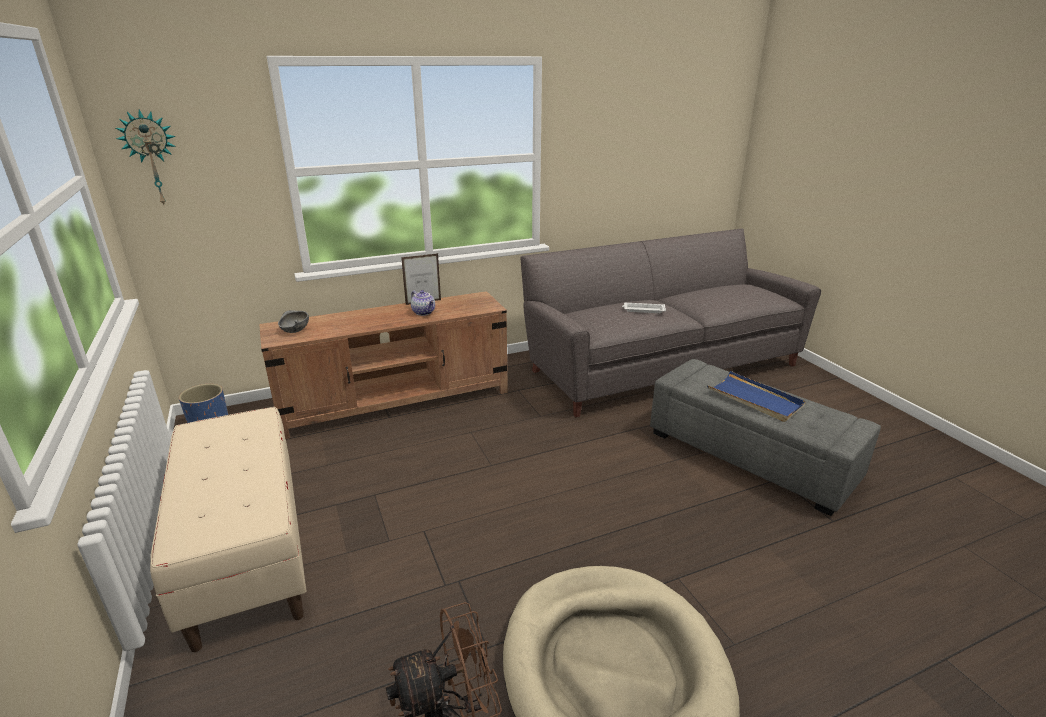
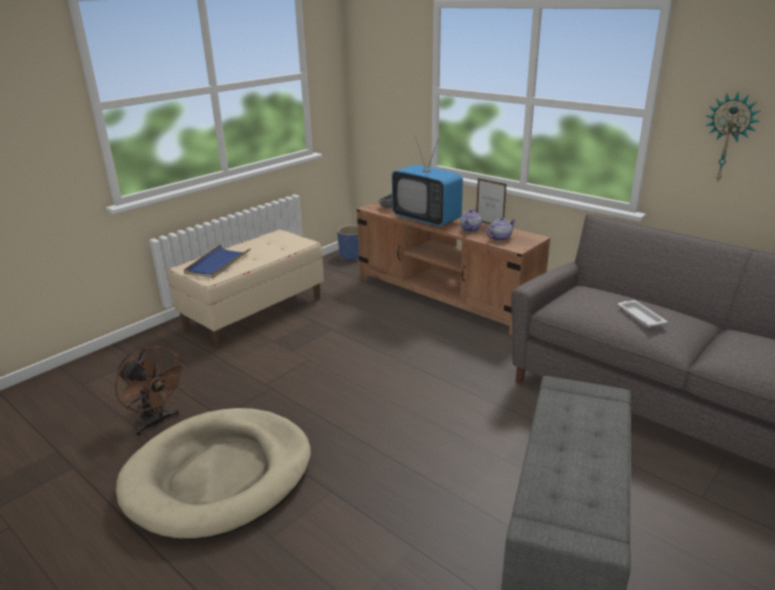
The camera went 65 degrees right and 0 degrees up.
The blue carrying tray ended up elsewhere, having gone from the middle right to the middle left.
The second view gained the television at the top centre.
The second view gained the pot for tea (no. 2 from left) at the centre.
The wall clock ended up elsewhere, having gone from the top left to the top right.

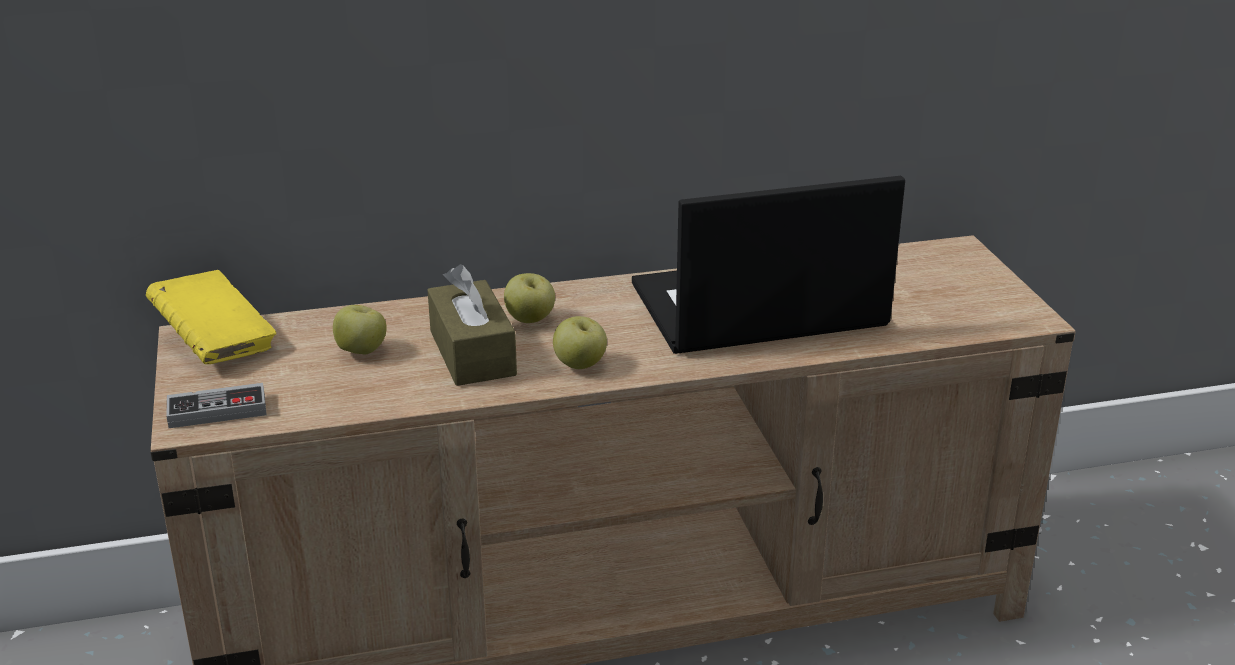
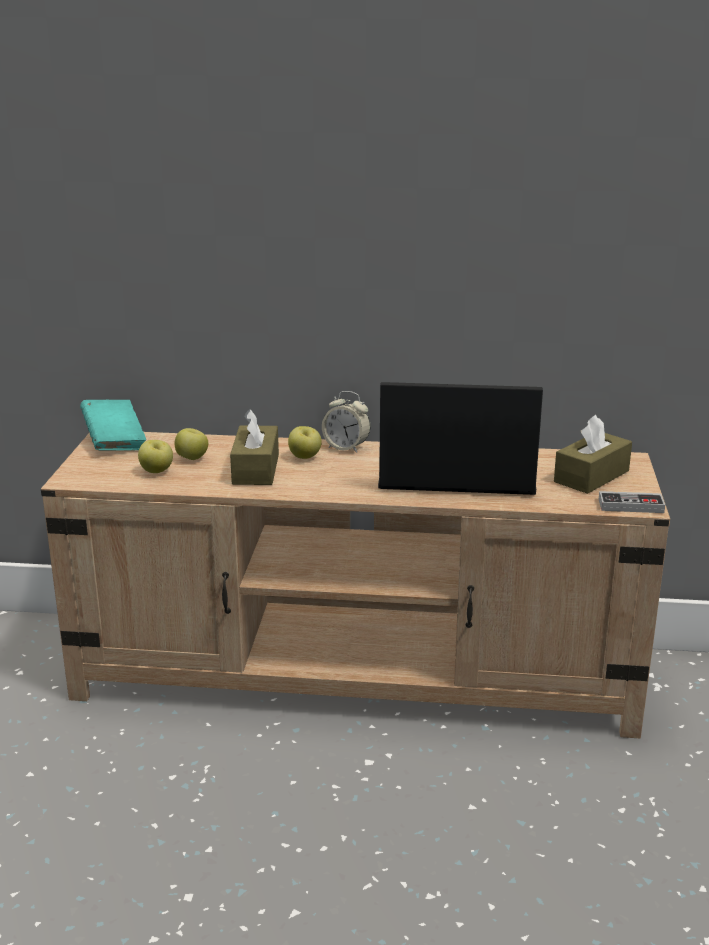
The camera went 20 degrees right and 5 degrees down.
What was the yellow book at the middle left turned into the turquoise-coloured book at the middle left.
The whole apple (no. 3 from left in the first image) ended up elsewhere, having gone from the centre to the middle left.
The second view gained the table clock at the centre.
The second view gained the brown box of tissues (no. 2 from left) at the middle right.
The joypad ended up elsewhere, having gone from the middle left to the middle right.

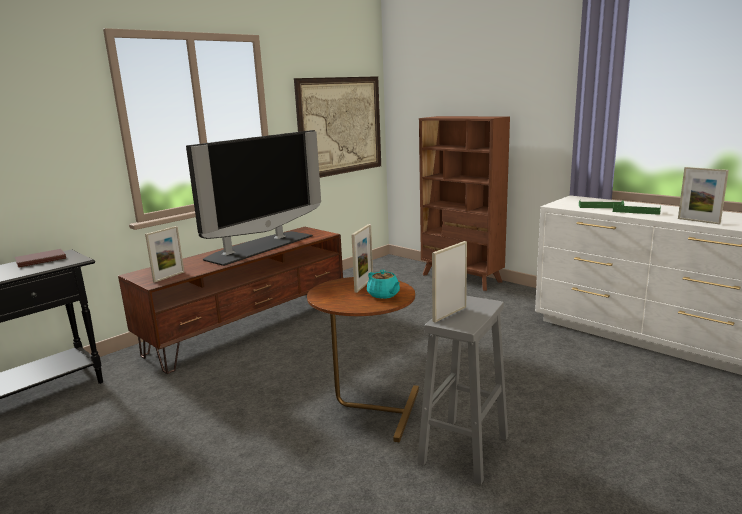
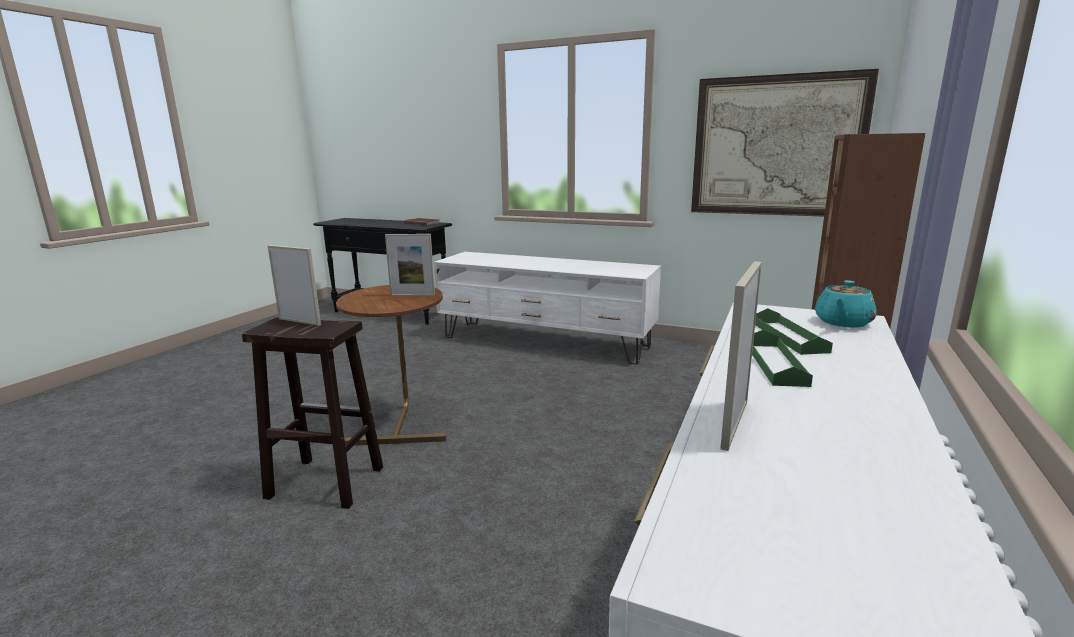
The camera went 70 degrees right and 0 degrees up.
What was the gray stool at the bottom centre turned into the brown stool at the middle left.
What was the brown media console at the middle left turned into the white media console at the centre.
The turquoise-coloured pot for tea ended up elsewhere, having gone from the centre to the middle right.
The second view lost the photo frame (no. 1 from left) at the middle left.
The second view lost the television at the centre.

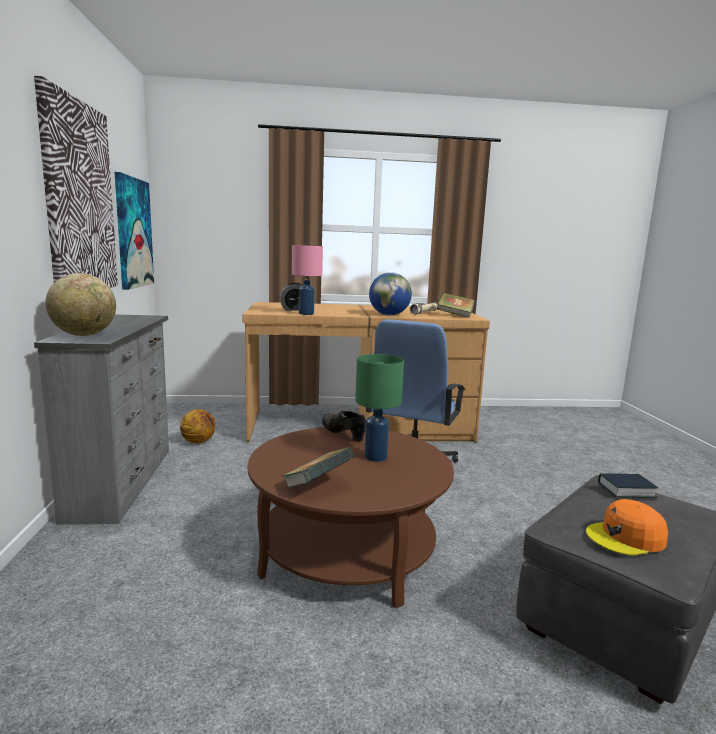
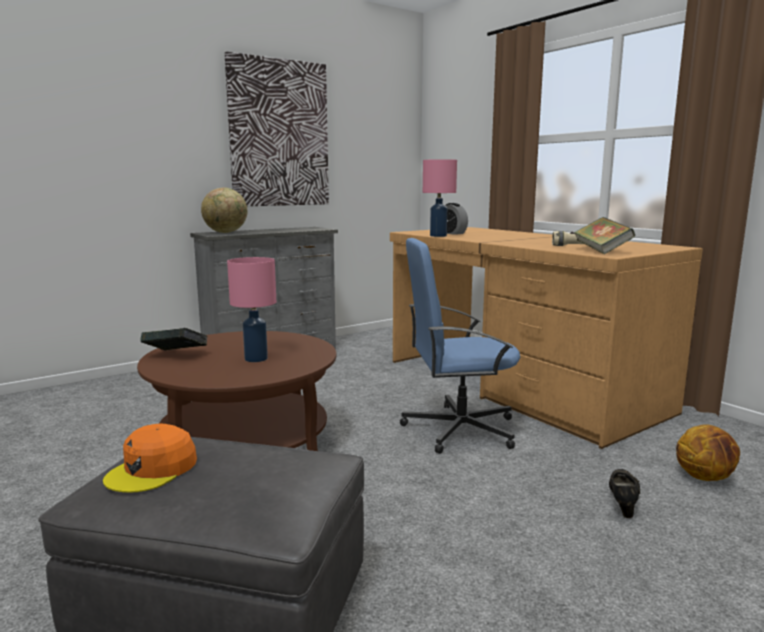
The camera went 60 degrees right and 0 degrees up.
The orange-coloured peaked cap at the bottom right ended up facing another way, 105 degrees counterclockwise from before.
What was the green tabletop lamp at the centre turned into the pink-coloured tabletop lamp (no. 1 from left) at the middle left.
The black shoe ended up elsewhere, having gone from the centre to the bottom right.
The basketball ball ended up elsewhere, having gone from the middle left to the bottom right.
The second view lost the wall art (no. 2 from left) at the top left.
The second view lost the desk globe (no. 2 from left) at the centre.
The second view lost the book (no. 3 from left) at the middle right.

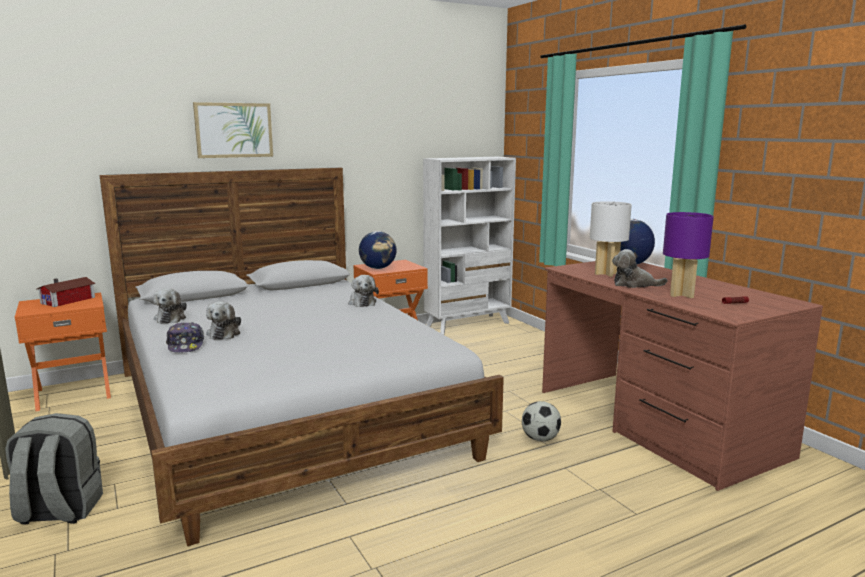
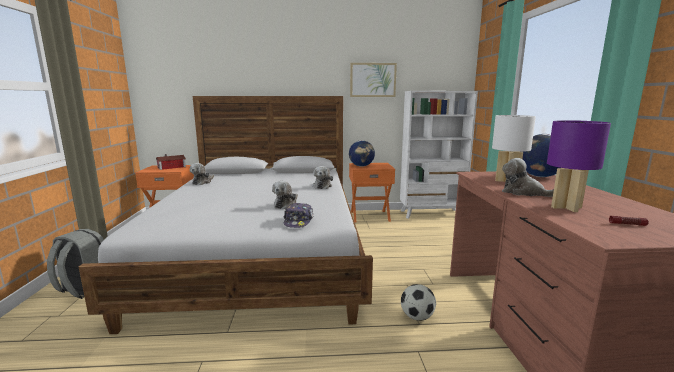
The camera went 25 degrees right and 0 degrees up.
The cuddly toy (no. 2 from left) ended up elsewhere, having gone from the middle left to the centre.
The peaked cap ended up elsewhere, having gone from the middle left to the centre.
The wall art ended up elsewhere, having gone from the top left to the top centre.

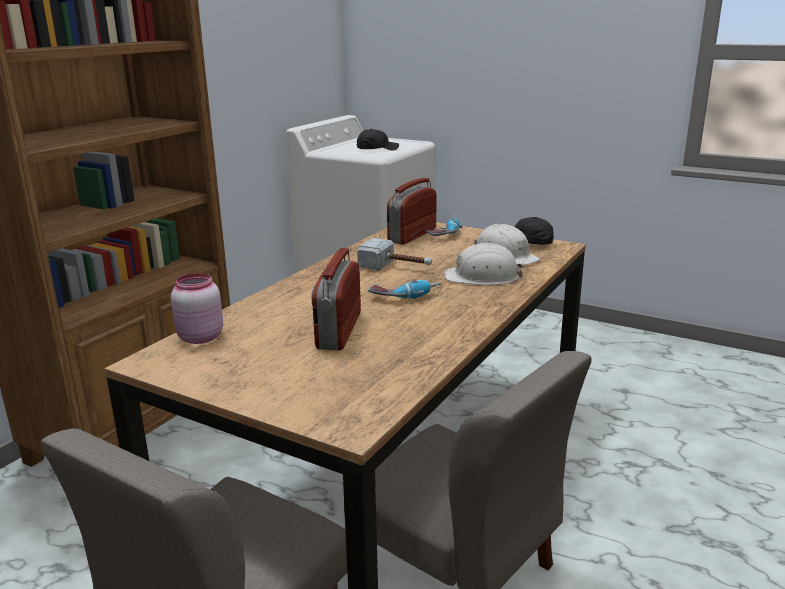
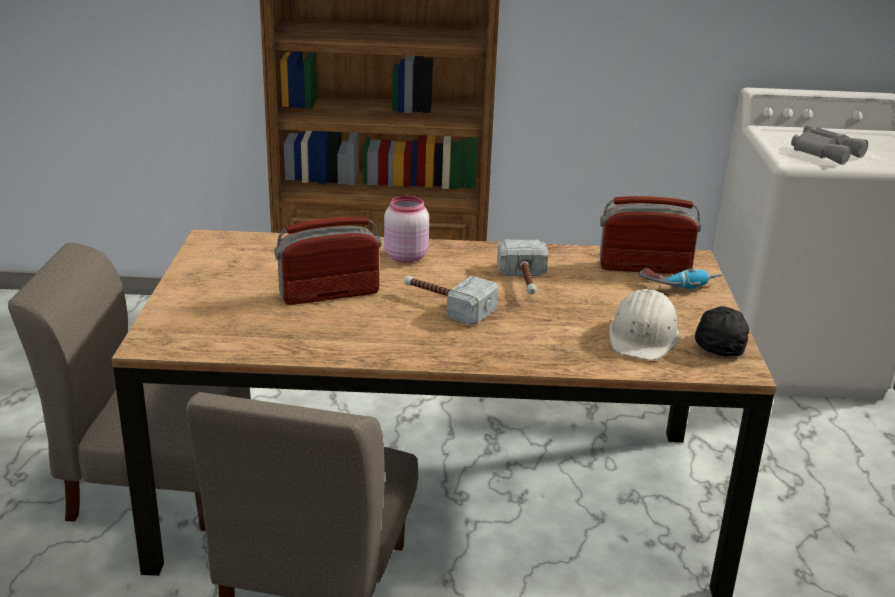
The camera went 60 degrees right and 5 degrees up.
The pink-coloured storage jar ended up elsewhere, having gone from the middle left to the centre.
Where the power drill (no. 1 from left) stood at the centre, the hammer (no. 1 from left) came to stand at the centre.
Where the black peaked cap (no. 1 from left) stood at the top centre, the gray pair of binoculars came to stand at the top right.
The second view lost the white hard hat (no. 1 from left) at the centre.

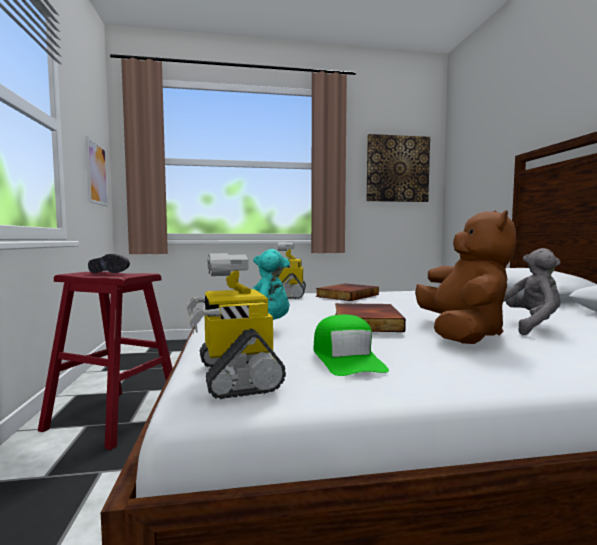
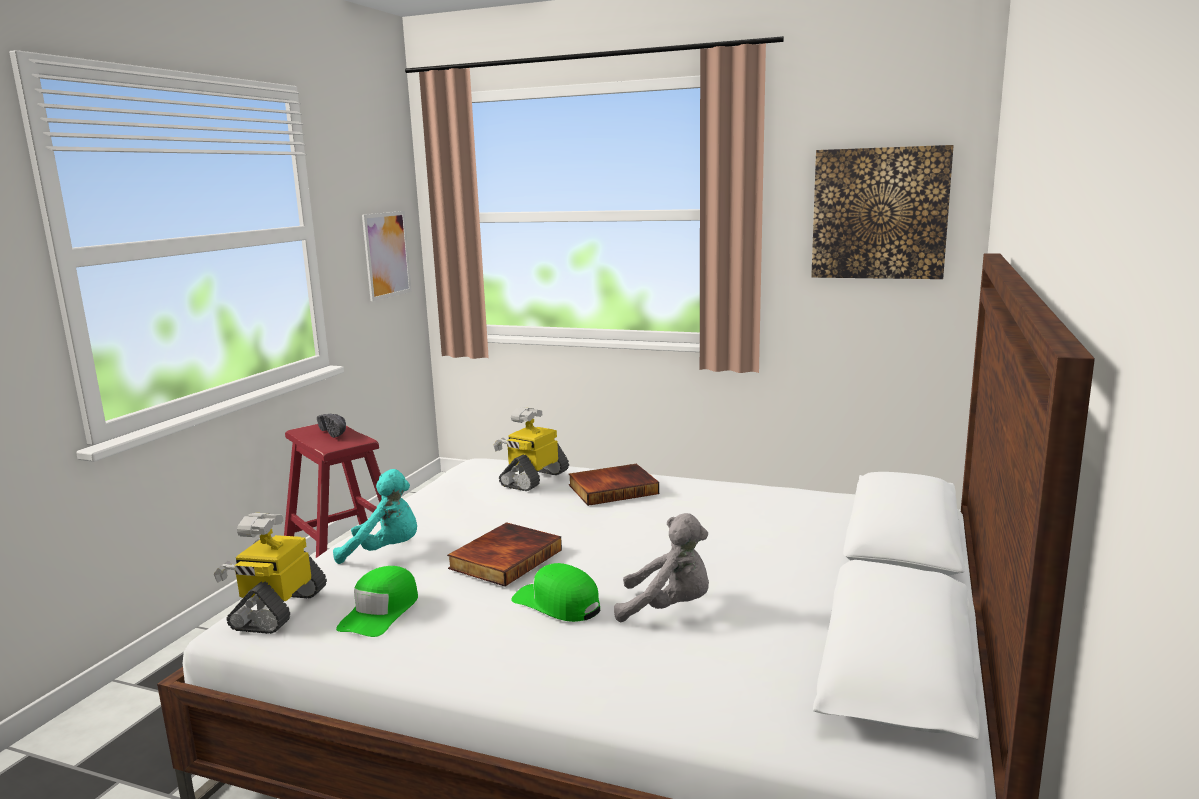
The camera went 30 degrees right and 10 degrees up.
Where the brown cuddly toy stood at the middle right, the green peaked cap (no. 2 from left) came to stand at the bottom centre.

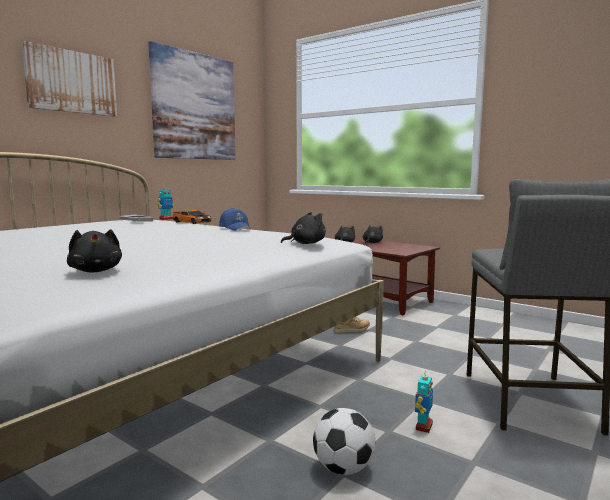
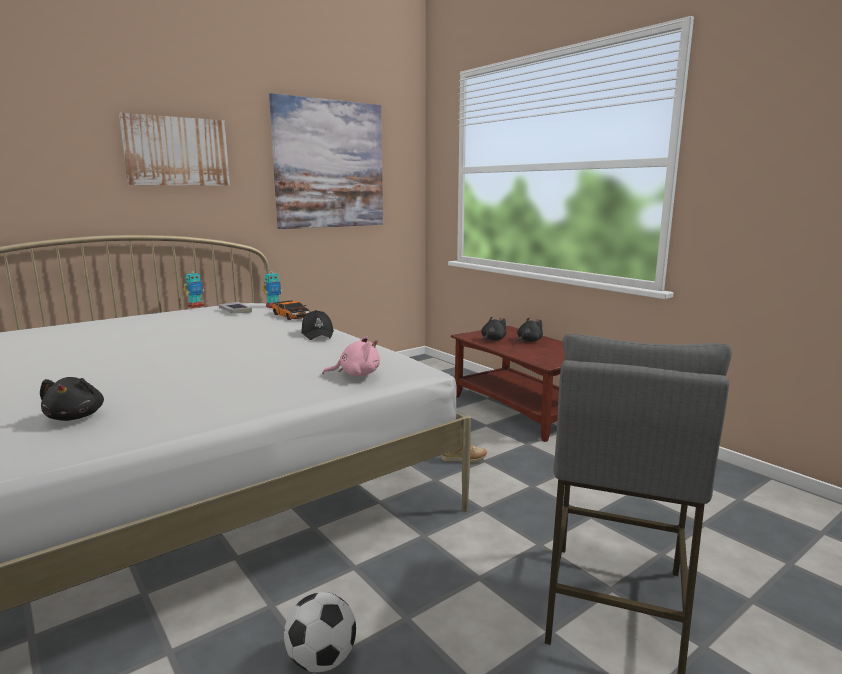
The camera went 15 degrees right and 5 degrees up.
The model robot (no. 2 from left in the first image) ended up elsewhere, having gone from the bottom right to the middle left.
What was the blue peaked cap at the centre turned into the black peaked cap at the centre.
What was the black cuddly toy (no. 2 from left) at the centre turned into the pink-coloured cuddly toy at the centre.

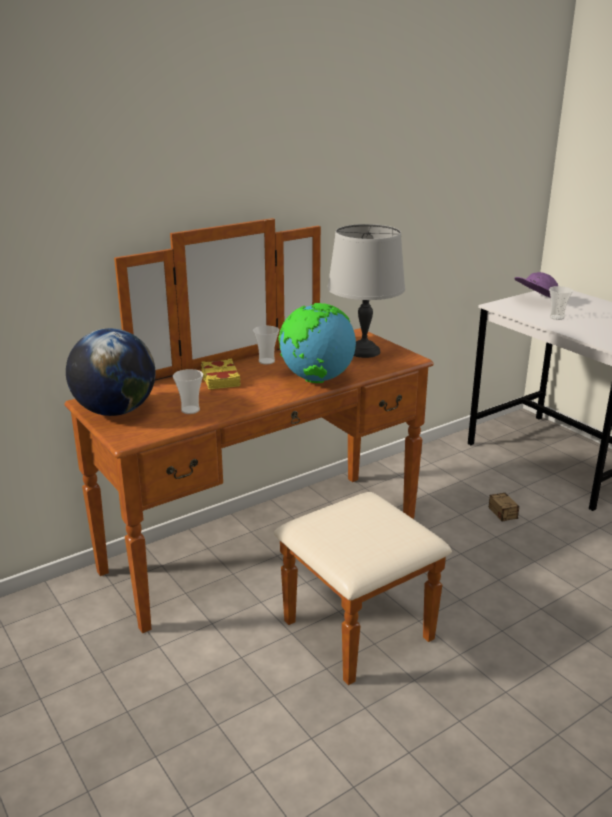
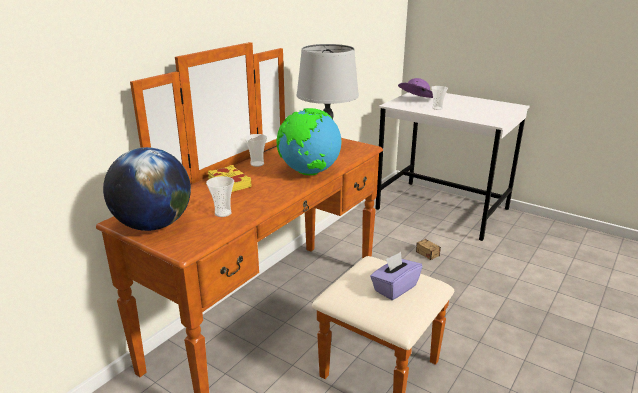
The camera went 20 degrees left and 0 degrees up.
The second view gained the purple-coloured box of tissues at the bottom centre.

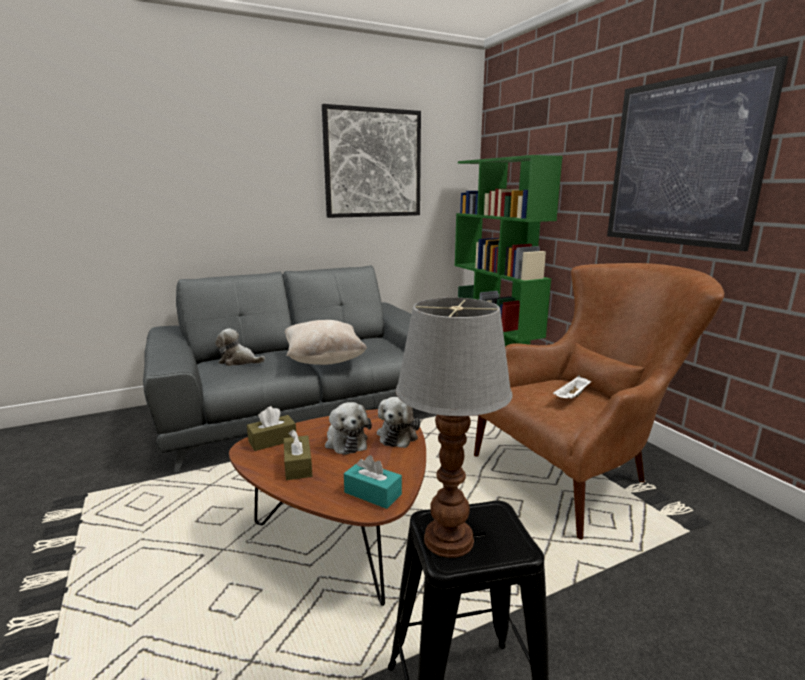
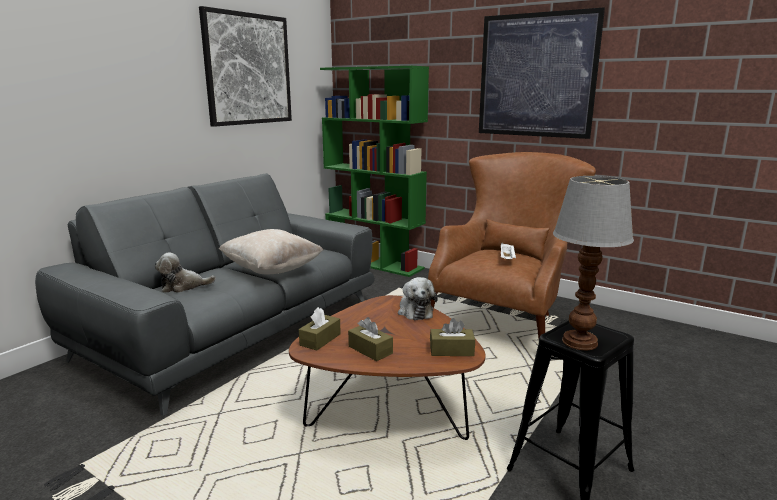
The camera went 30 degrees left and 0 degrees up.
What was the turquoise-coloured box of tissues at the bottom centre turned into the brown box of tissues (no. 3 from left) at the bottom centre.
The second view lost the cuddly toy (no. 2 from left) at the centre.

